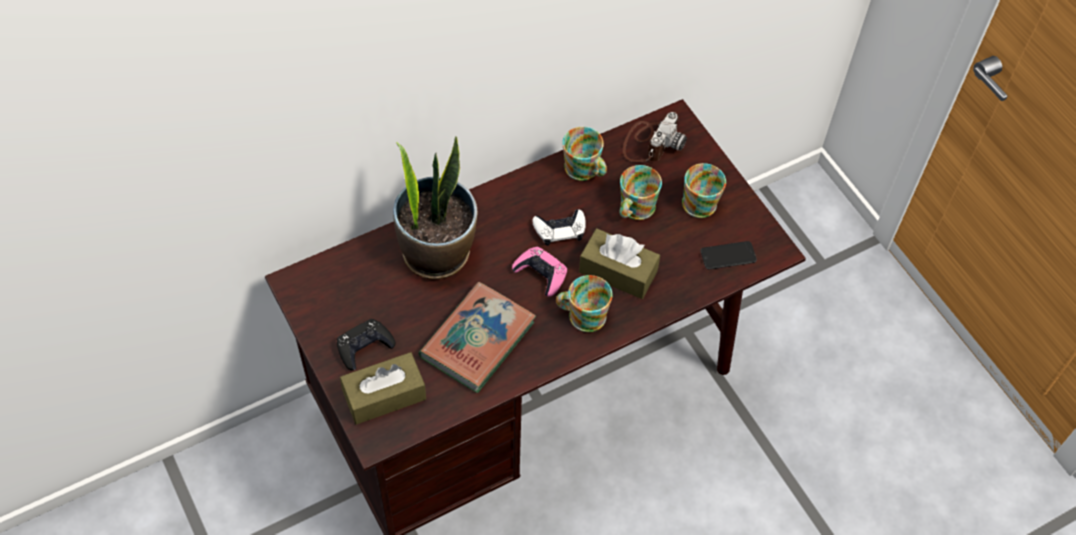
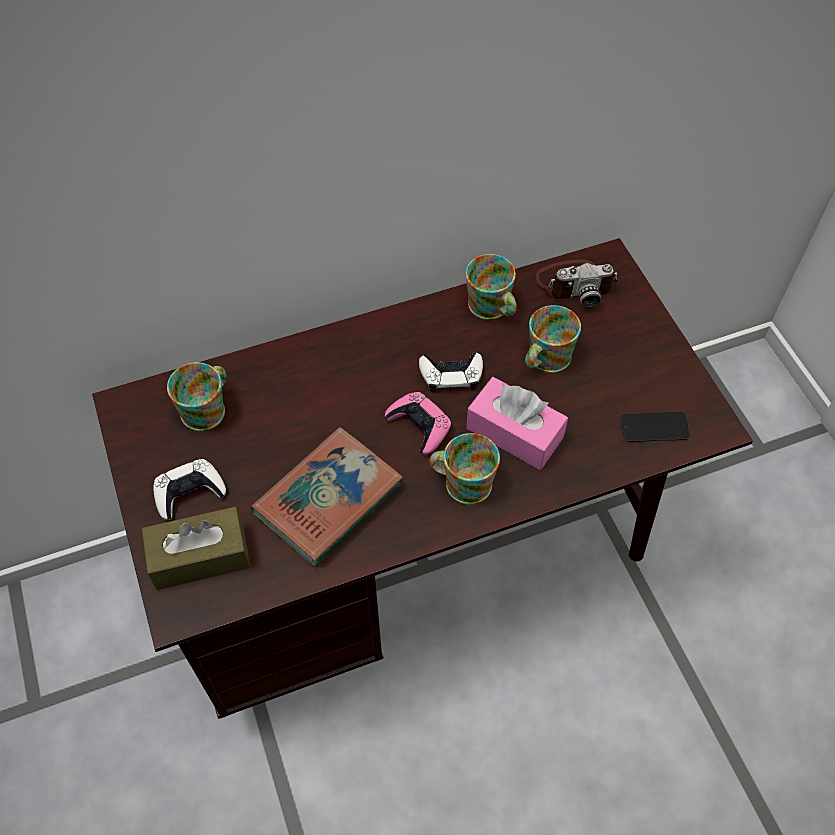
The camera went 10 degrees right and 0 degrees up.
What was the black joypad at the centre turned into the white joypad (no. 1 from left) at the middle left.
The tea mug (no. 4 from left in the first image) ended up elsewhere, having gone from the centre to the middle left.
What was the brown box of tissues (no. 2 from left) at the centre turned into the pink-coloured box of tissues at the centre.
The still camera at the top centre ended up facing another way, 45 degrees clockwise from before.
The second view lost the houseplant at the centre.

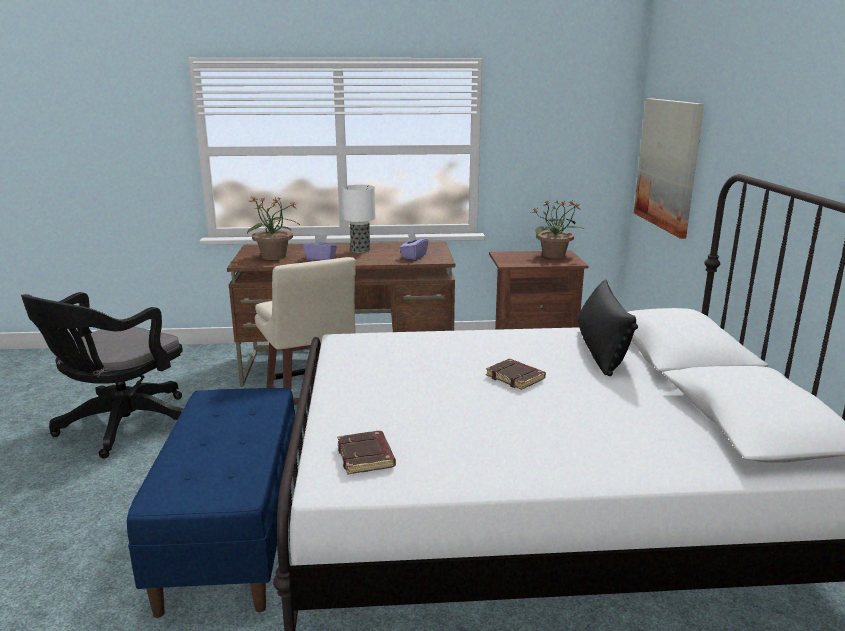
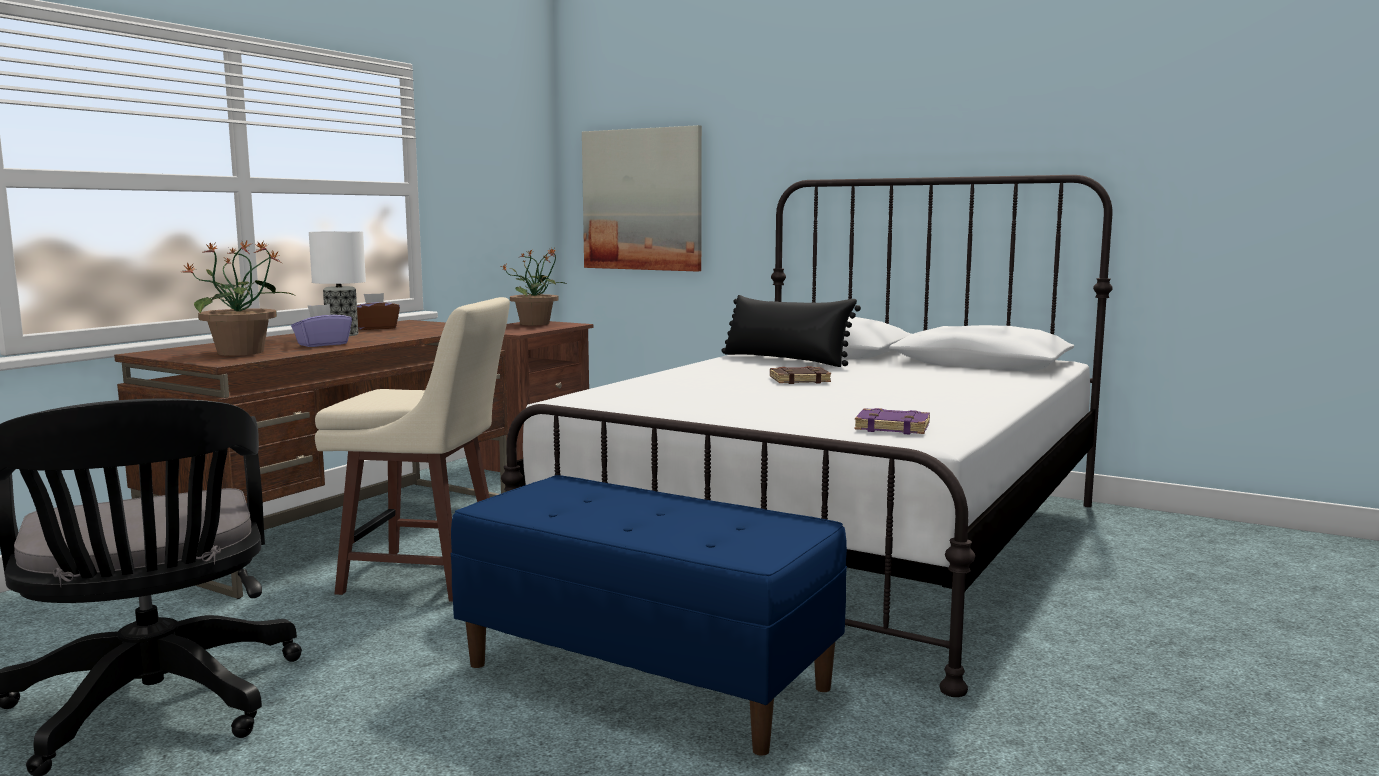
The camera went 55 degrees left and 10 degrees down.
The second view gained the brown box of tissues at the middle left.
What was the brown book (no. 1 from left) at the bottom centre turned into the purple-coloured book at the centre.
The second view lost the purple-coloured box of tissues (no. 2 from left) at the centre.

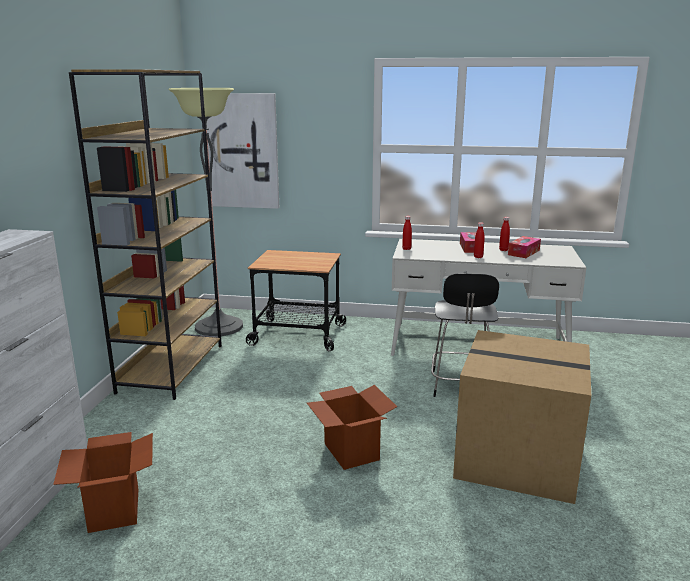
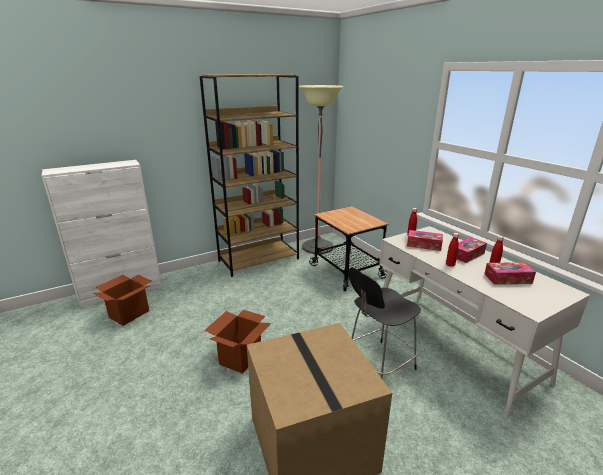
The camera went 50 degrees right and 5 degrees up.
The second view gained the box of tissues (no. 1 from left) at the middle right.
The second view lost the wall art at the top centre.

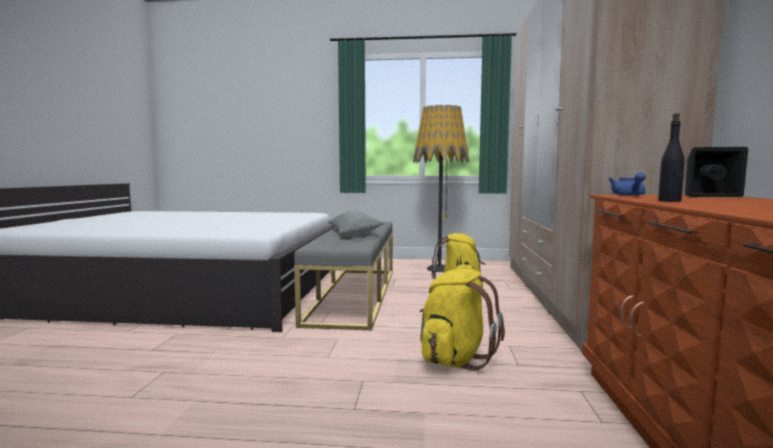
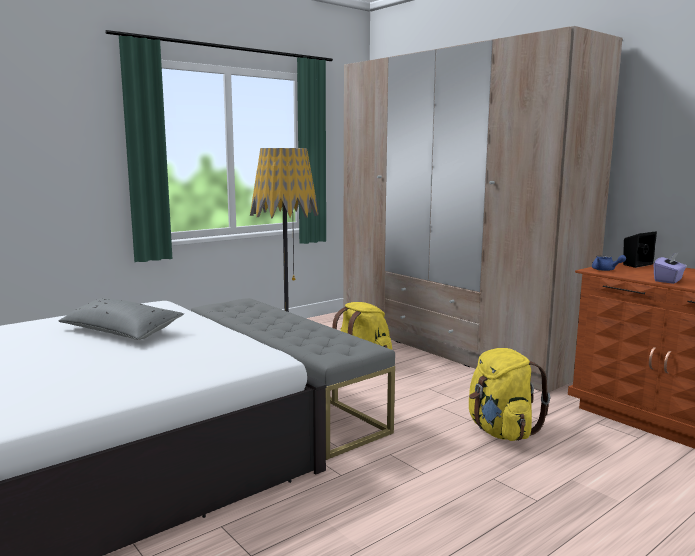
The camera went 45 degrees left and 5 degrees up.
The gray throw pillow ended up elsewhere, having gone from the centre to the middle left.
Where the black drink bottle stood at the middle right, the purple-coloured box of tissues came to stand at the middle right.

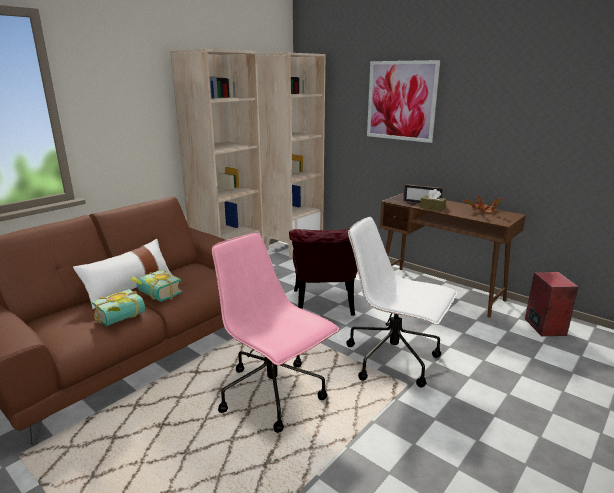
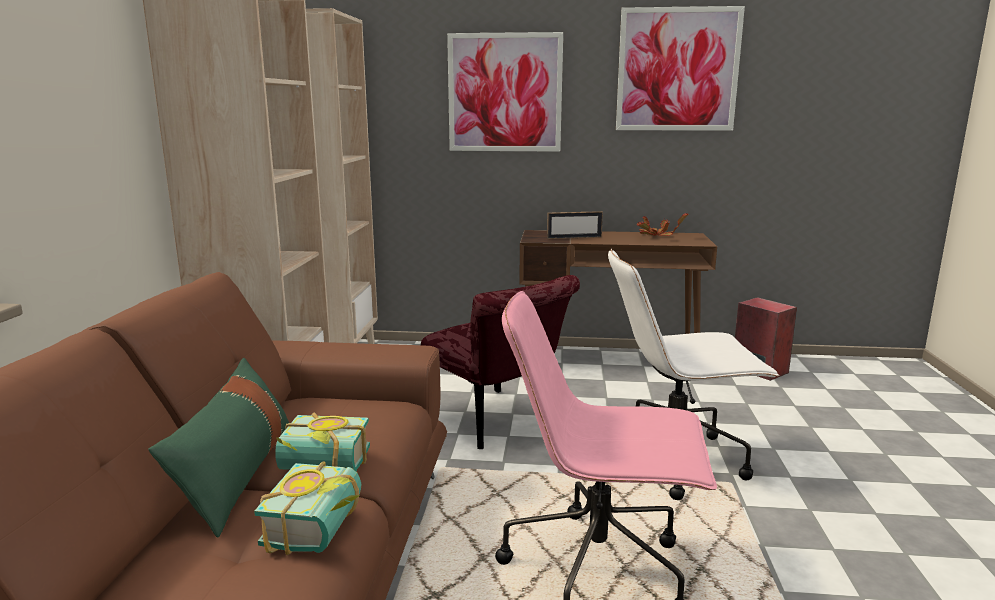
The camera went 35 degrees left and 5 degrees down.
What was the white throw pillow at the middle left turned into the green throw pillow at the bottom left.
The second view gained the wall art (no. 2 from left) at the top right.
The second view lost the brown box of tissues at the middle right.

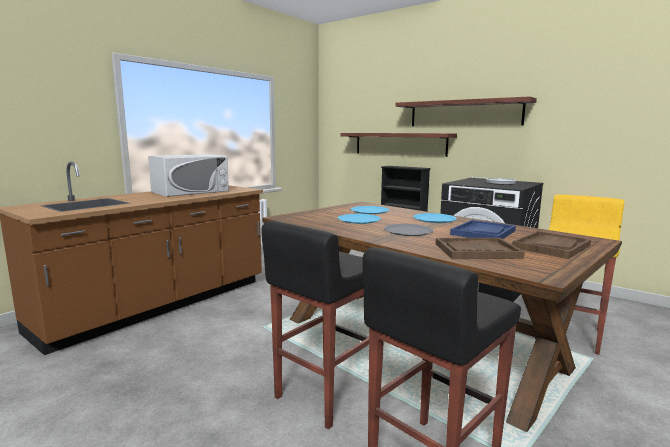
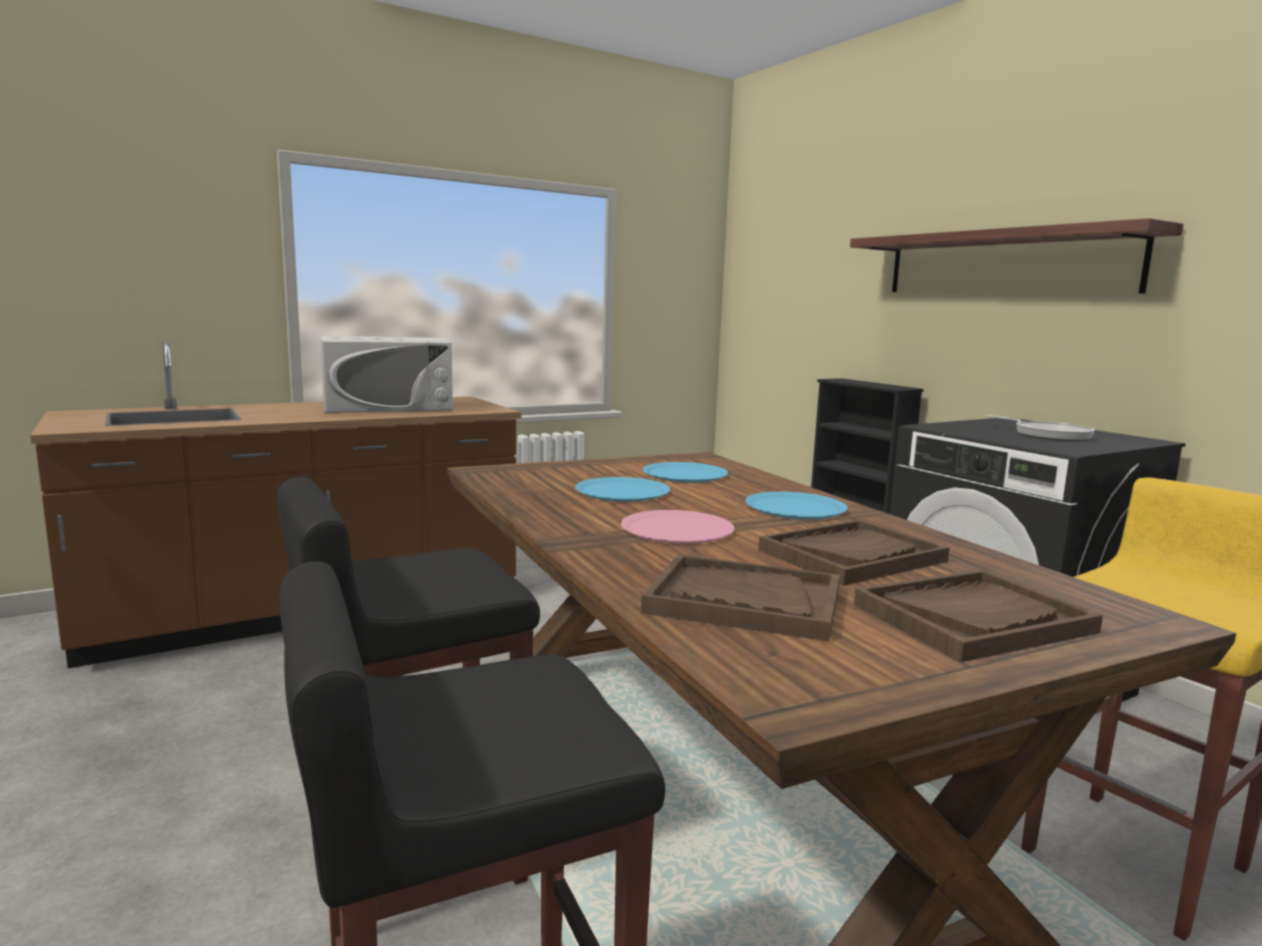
The camera went 20 degrees right and 0 degrees up.
What was the gray plate at the centre turned into the pink-coloured plate at the centre.
What was the blue carrying tray at the middle right turned into the brown carrying tray (no. 2 from left) at the middle right.
The second view lost the wall shelf (no. 1 from left) at the top centre.

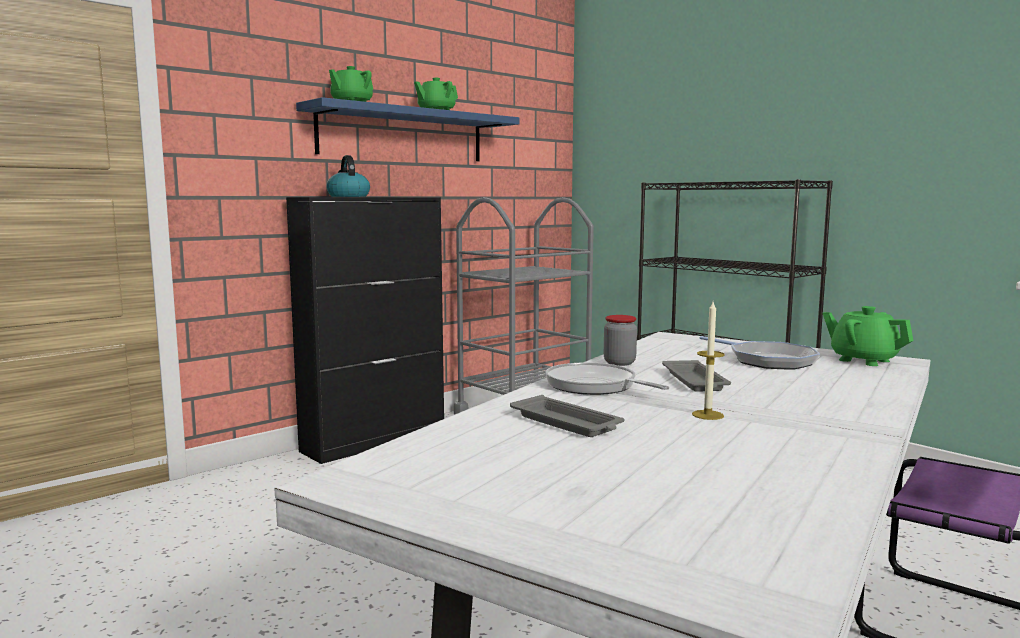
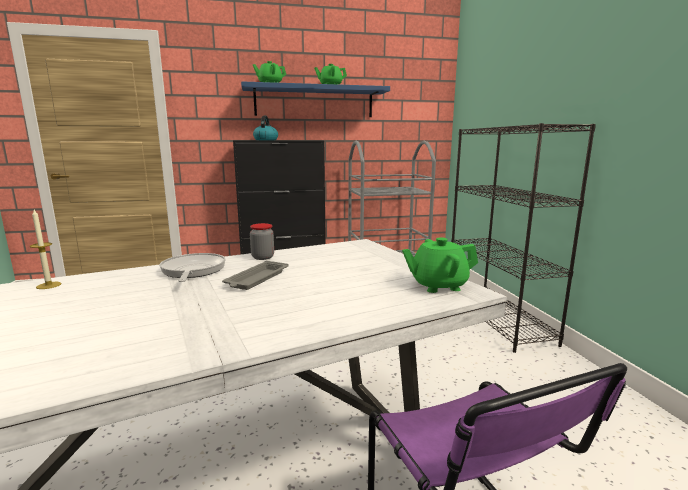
The camera went 30 degrees right and 5 degrees up.
The wax light ended up elsewhere, having gone from the middle right to the middle left.
The green pot for tea (no. 3 from left) at the middle right ended up facing another way, 90 degrees counterclockwise from before.
The second view lost the gray carrying tray (no. 1 from left) at the centre.
The second view lost the skillet (no. 2 from left) at the middle right.

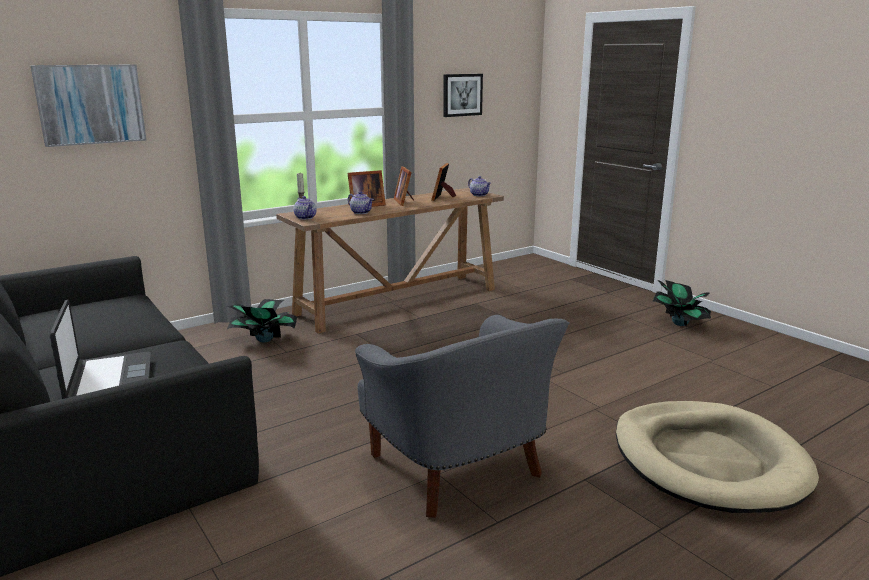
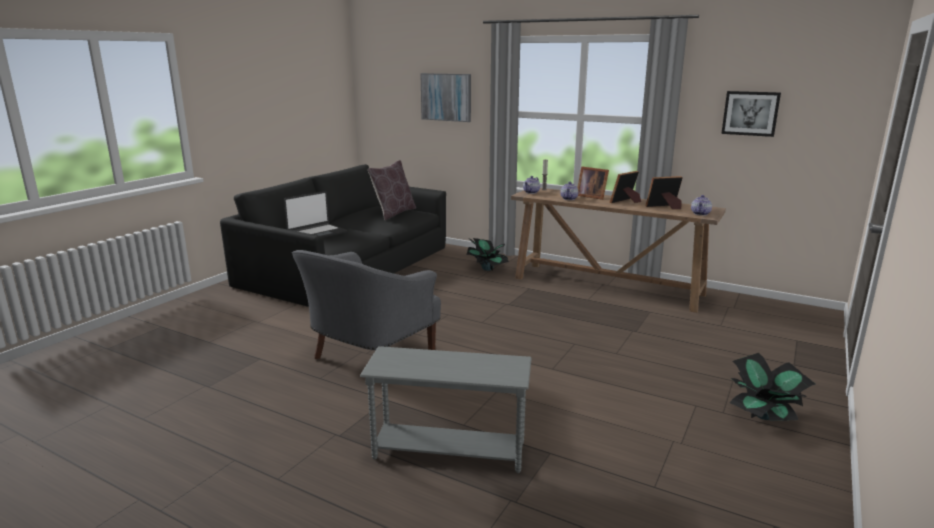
The camera went 65 degrees right and 0 degrees up.
Where the beige-coloured dog bed stood at the bottom right, the gray accent table came to stand at the bottom centre.
The second view gained the brown throw pillow at the centre.

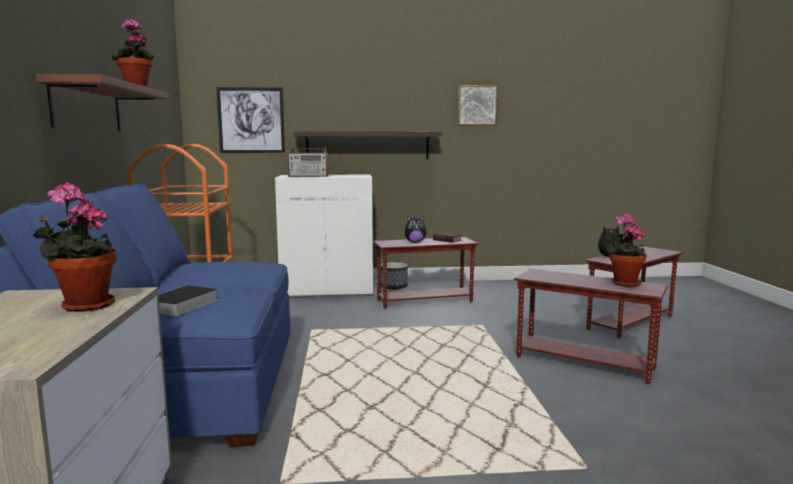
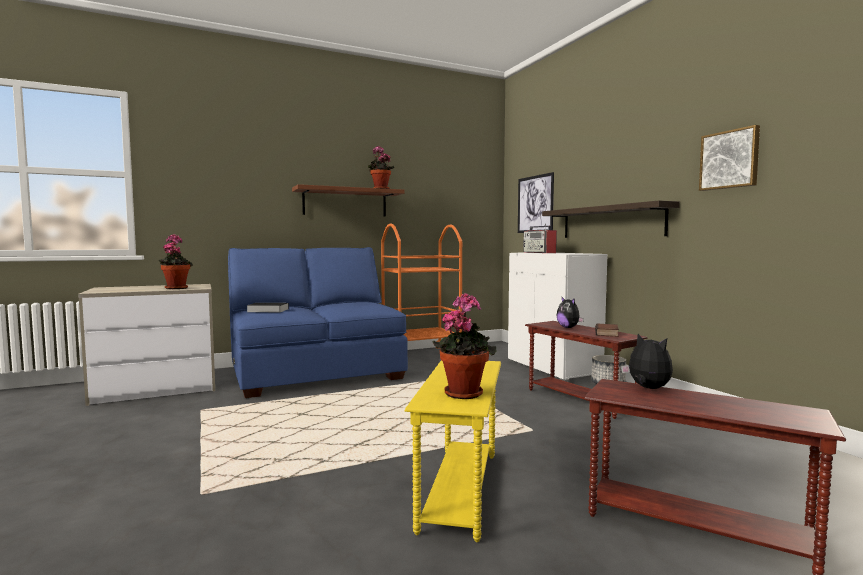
The camera went 70 degrees right and 5 degrees down.
What was the brown accent table (no. 2 from left) at the bottom right turned into the yellow accent table at the bottom centre.

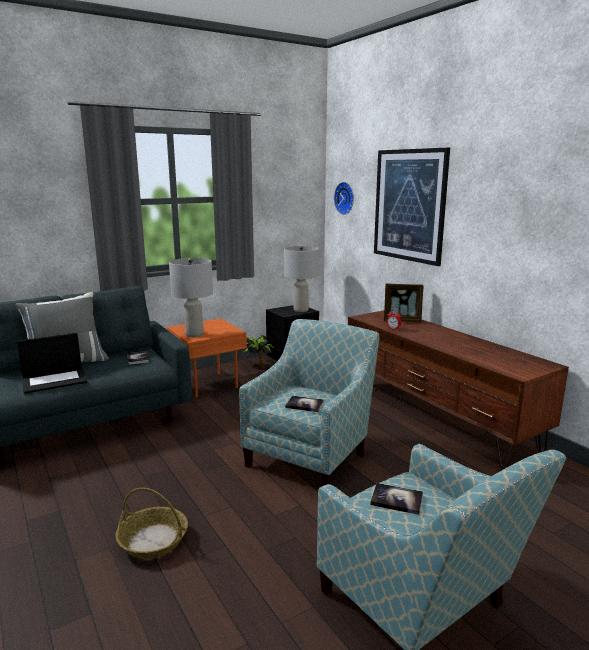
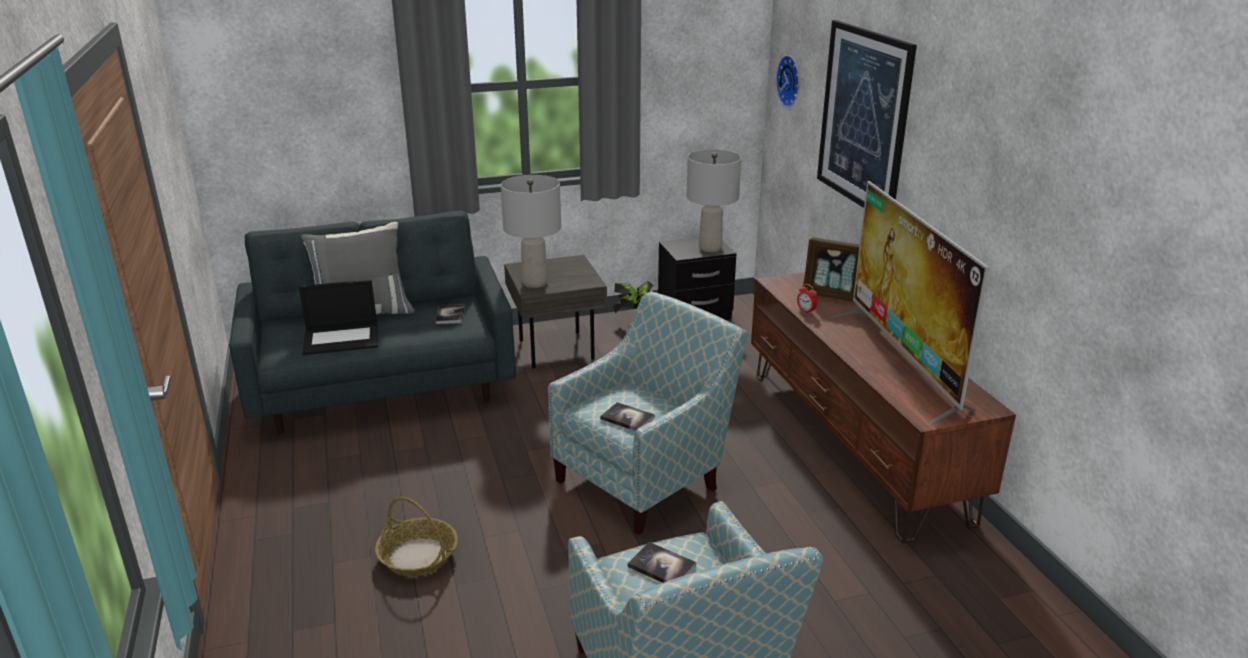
The camera went 15 degrees right and 10 degrees up.
What was the orange-coloured accent table at the centre turned into the gray accent table at the centre.
The second view gained the television at the middle right.

